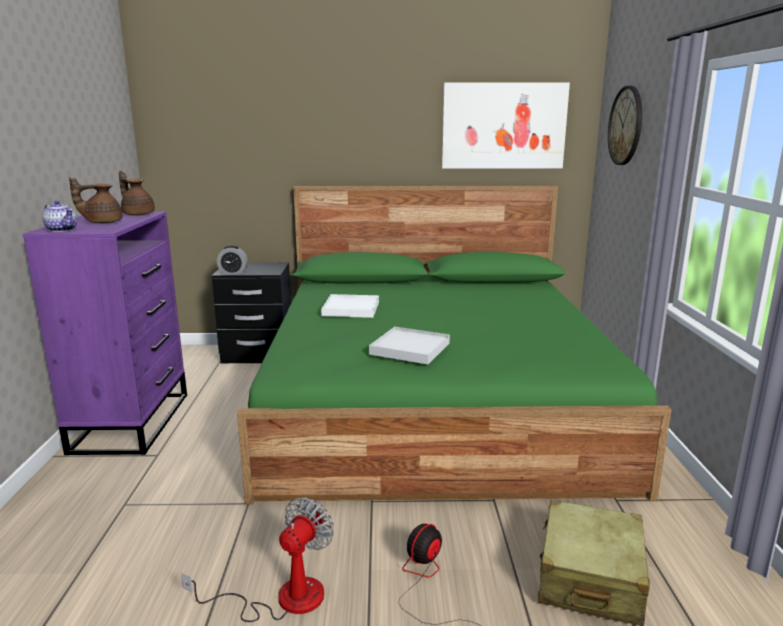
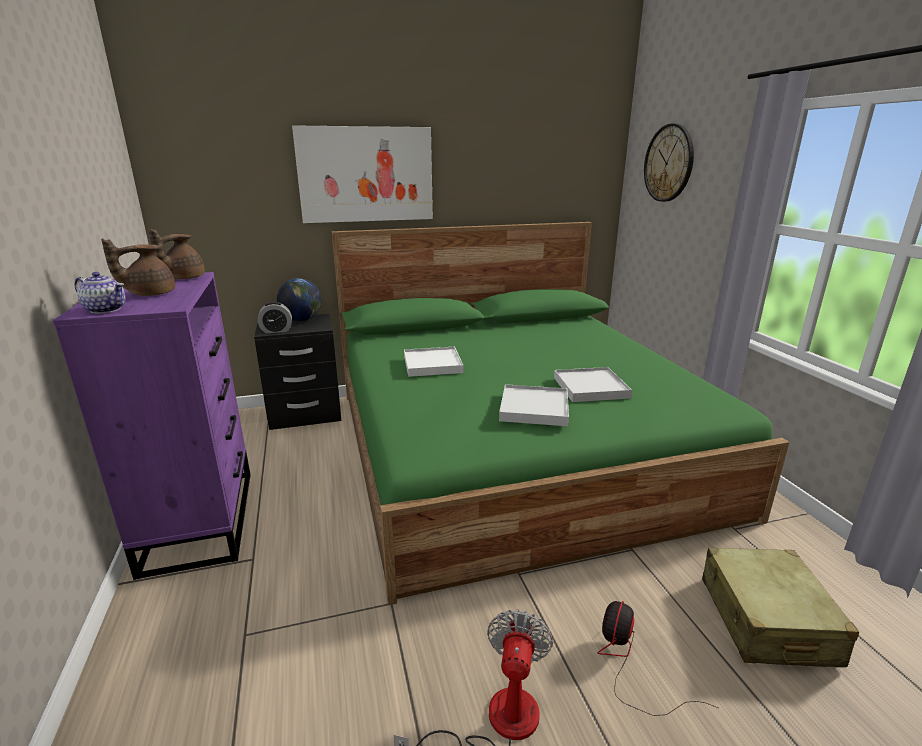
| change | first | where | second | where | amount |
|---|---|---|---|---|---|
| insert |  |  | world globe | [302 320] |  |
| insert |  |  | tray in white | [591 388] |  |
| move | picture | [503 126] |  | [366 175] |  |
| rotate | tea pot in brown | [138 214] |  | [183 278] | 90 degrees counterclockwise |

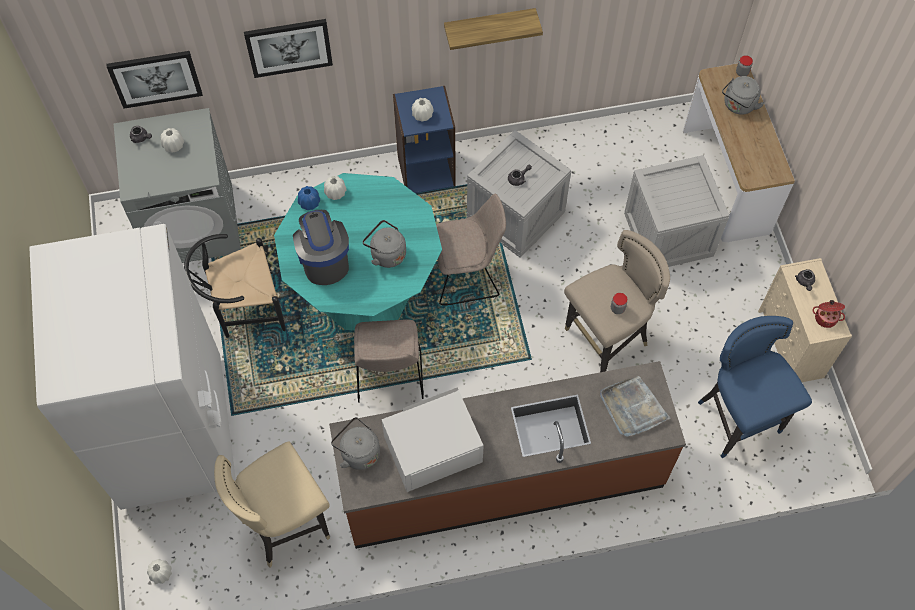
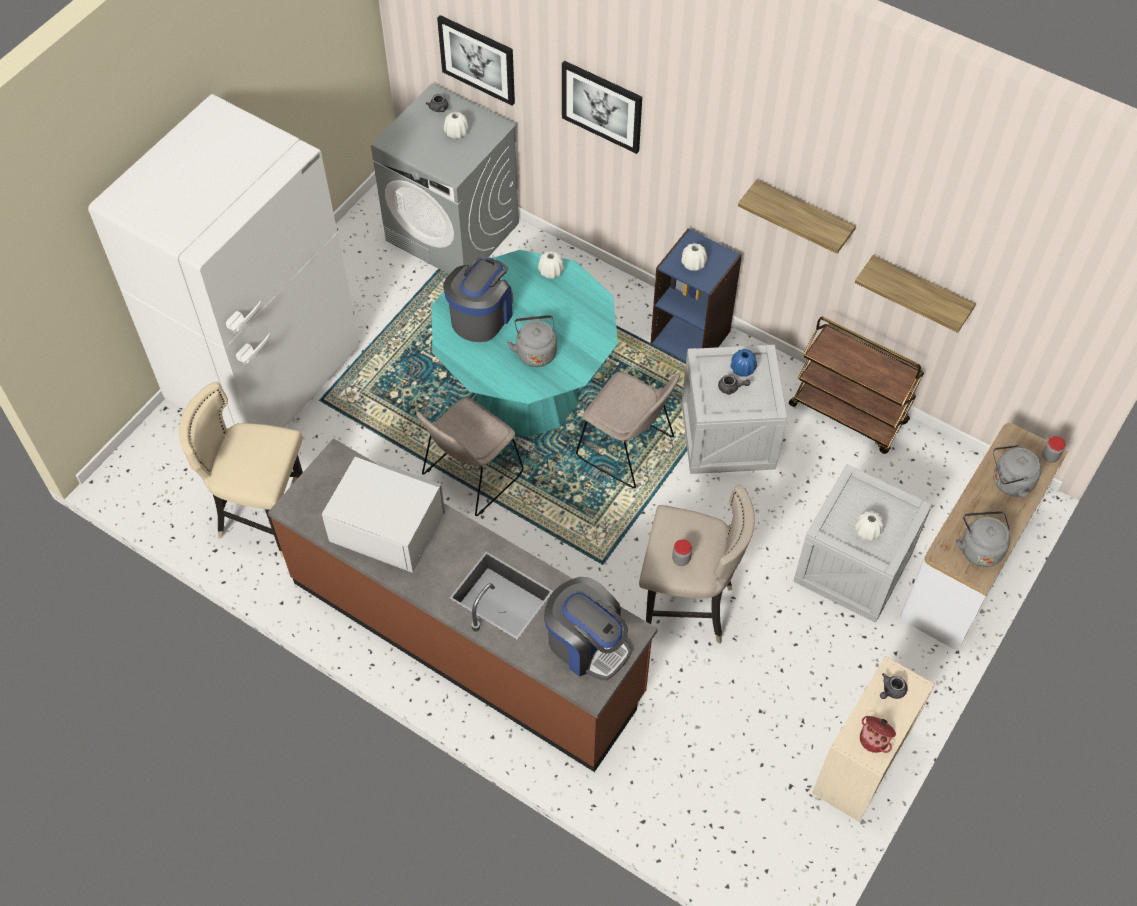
| change | first | where | second | where | amount |
|---|---|---|---|---|---|
| delete | plain chair in black-coloured | [243 310] |  |  |  |
| delete | stool seat in bluish | [737 420] |  |  |  |
| insert |  |  | trolley in brown | [849 414] |  |
| insert |  |  | bracket shelf | [919 291] |  |
| move | flower vase in white | [161 573] |  | [867 531] |  |
| move | flower vase in bluish | [309 203] |  | [742 369] |  |
| move | kettle in greyish | [358 452] |  | [979 548] |  |
| replace | tray in greyish | [632 408] | coffee machine | [586 644] |  |

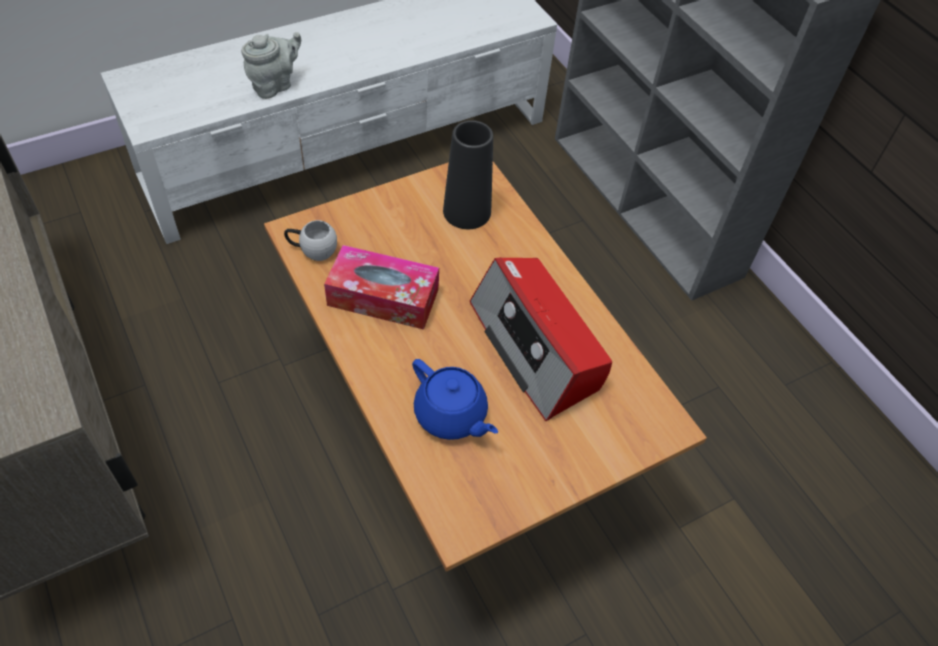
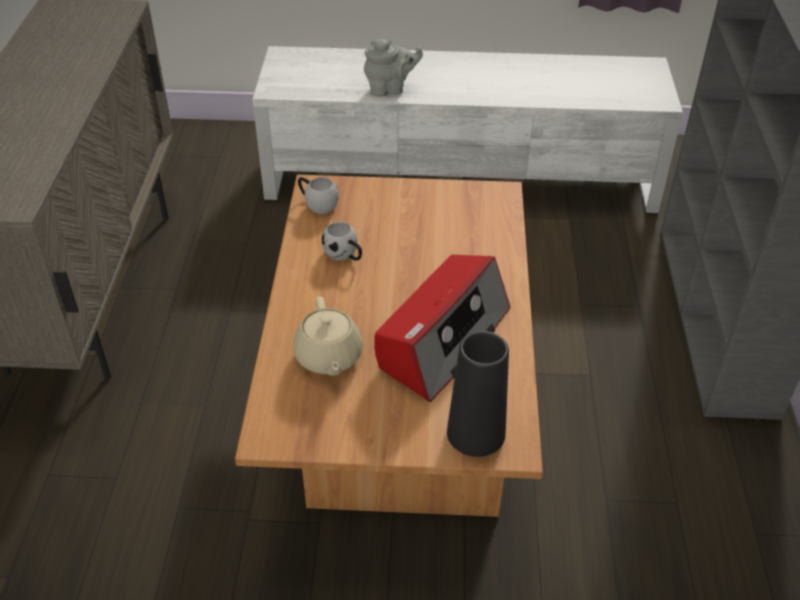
| change | first | where | second | where | amount |
|---|---|---|---|---|---|
| move | flower vase in black-coloured | [467 211] |  | [476 433] |  |
| replace | tissue holder | [383 297] | coffee mug in white | [344 255] |  |
| recolor | tea pot in bluish | [451 415] | tea pot in sand-coloured | [328 357] |  |
| rotate | radio set | [536 347] |  | [442 339] | 150 degrees counterclockwise |

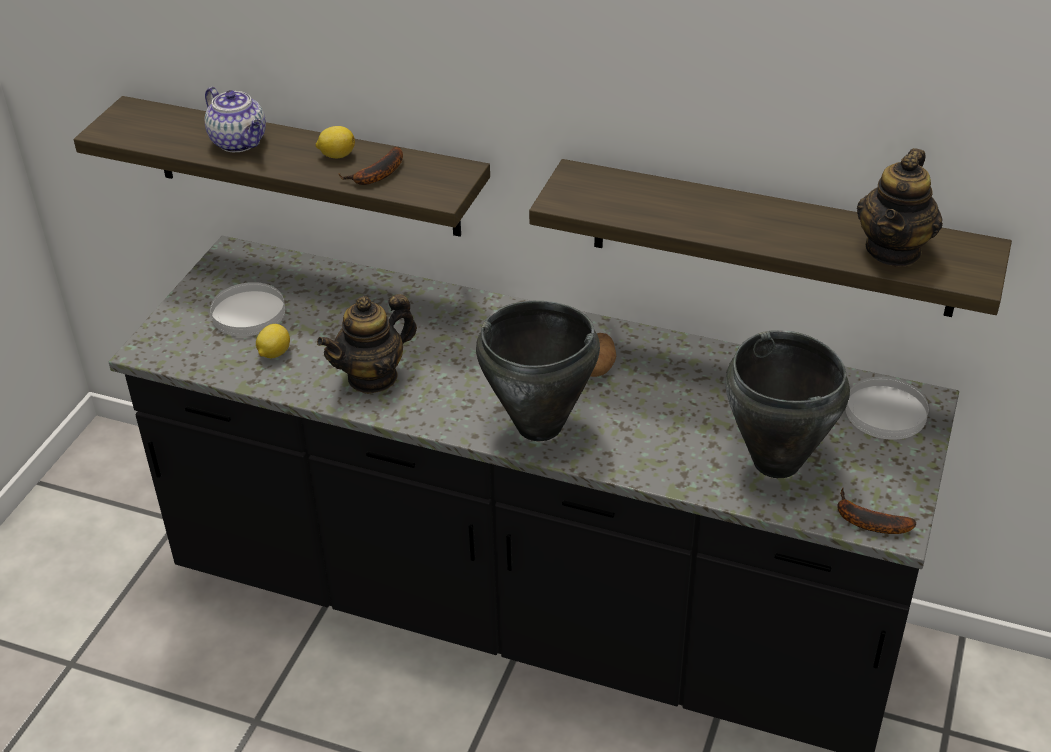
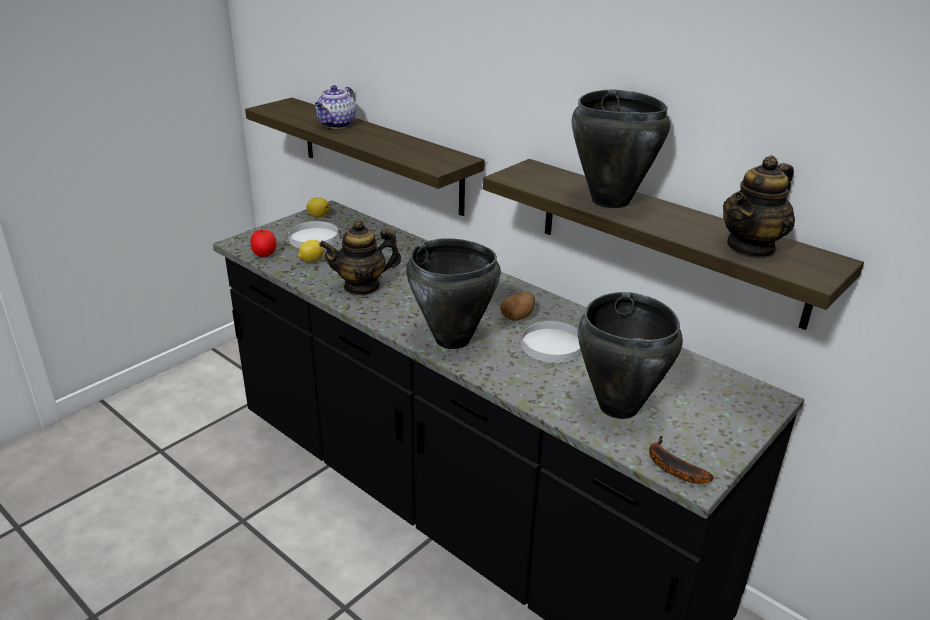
| change | first | where | second | where | amount |
|---|---|---|---|---|---|
| delete | whole banana | [377 175] |  |  |  |
| insert |  |  | fresh tomato | [265 255] |  |
| insert |  |  | cooking pot in black-coloured | [609 201] |  |
| move | citrus fruit | [336 155] |  | [318 216] |  |
| move | dinner plate in white | [886 412] |  | [552 345] |  |
| rotate | tea pot | [240 142] |  | [336 125] | 45 degrees clockwise |

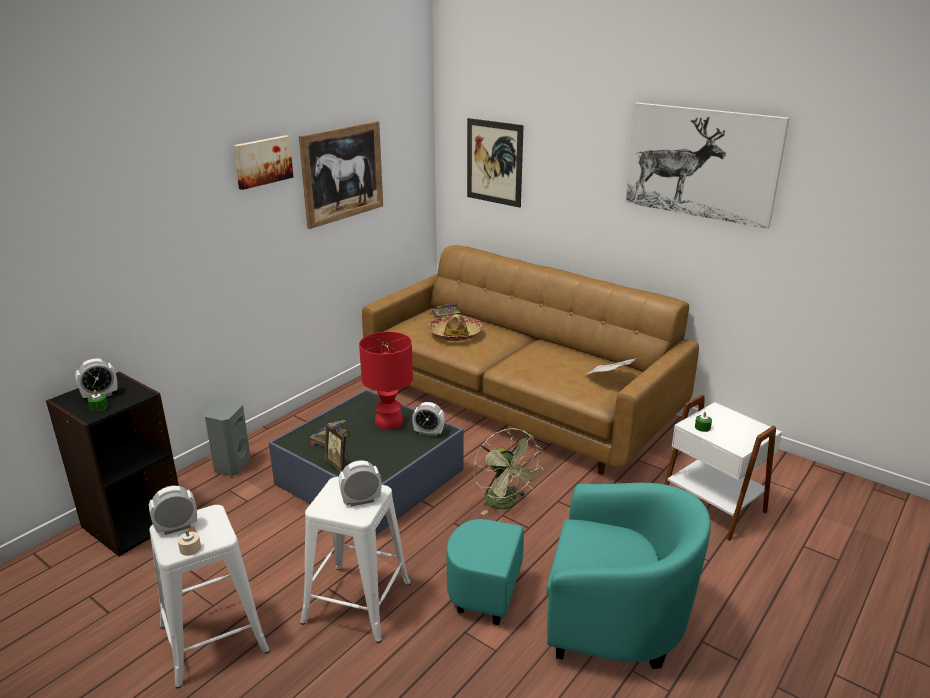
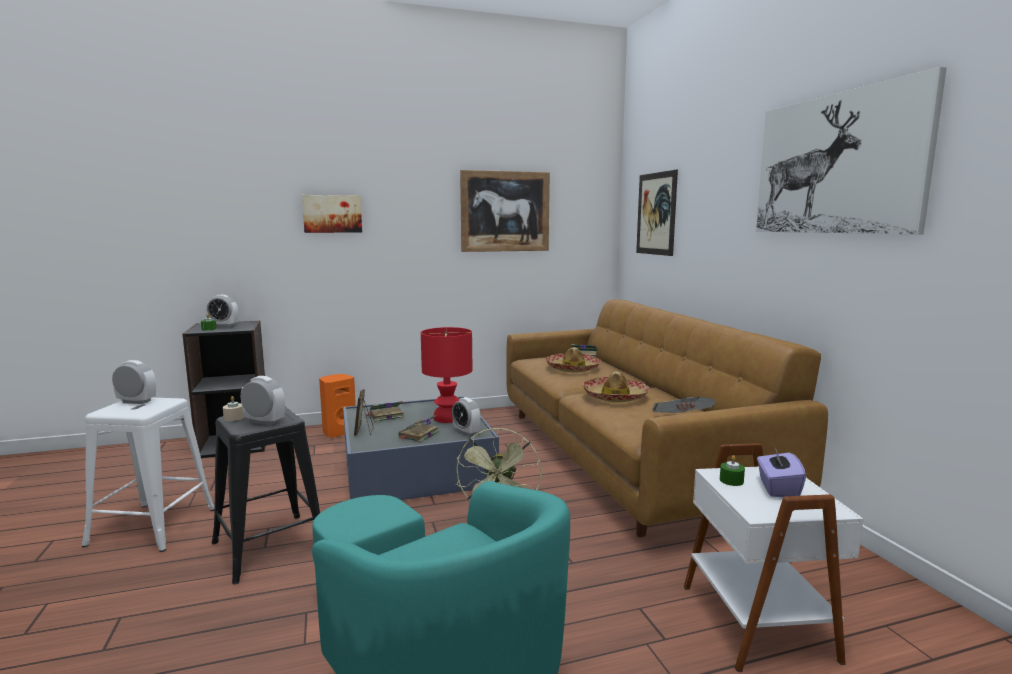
| change | first | where | second | where | amount |
|---|---|---|---|---|---|
| insert |  |  | book | [418 435] |  |
| insert |  |  | wearable hat | [615 397] |  |
| insert |  |  | tissue holder in purple-coloured | [777 488] |  |
| move | wax light in sand-coloured | [190 548] |  | [234 418] |  |
| move | picture | [262 161] |  | [332 214] |  |
| recolor | speaker in greyish | [231 465] | speaker in orange | [338 432] |  |
| recolor | stool seat in white | [357 602] | stool seat in black-coloured | [270 546] |  |

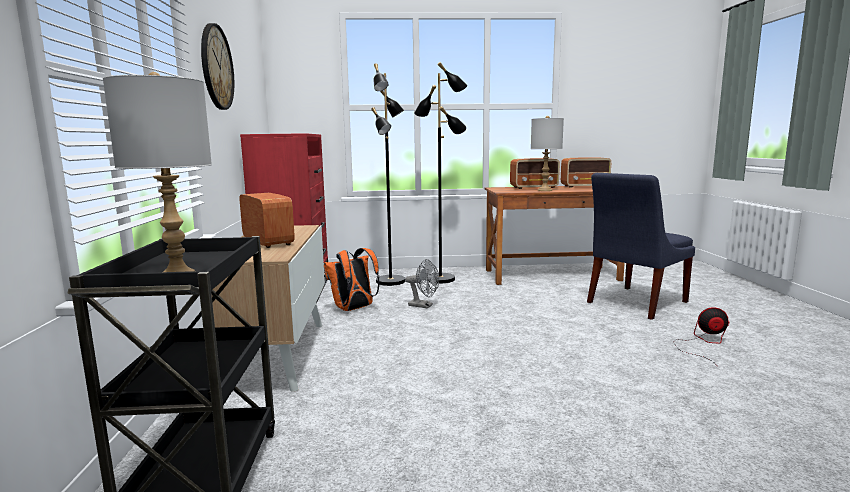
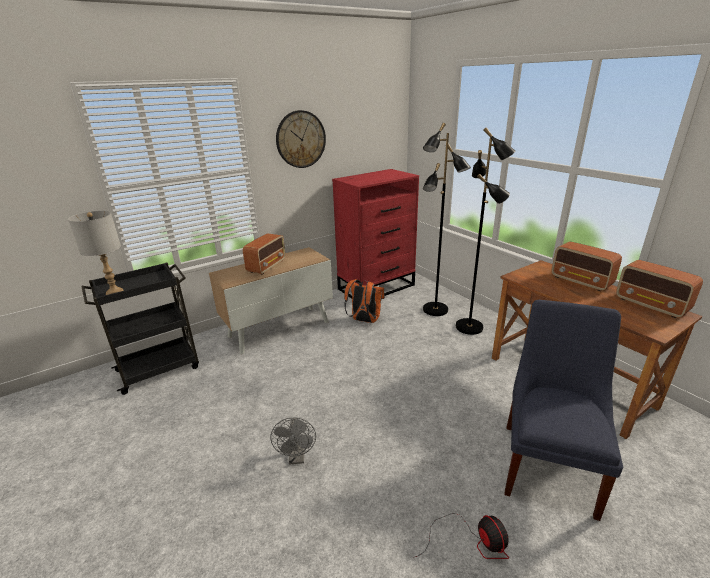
| change | first | where | second | where | amount |
|---|---|---|---|---|---|
| delete | tabletop lamp in greyish | [544 190] |  |  |  |
| move | fan in greyish | [424 306] |  | [297 457] |  |
| rotate | plain chair in bluish | [634 303] |  | [548 463] | 90 degrees clockwise |

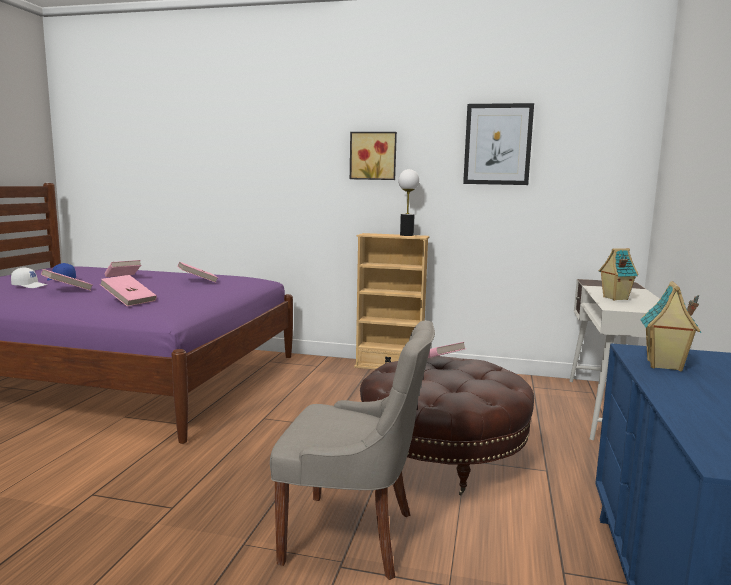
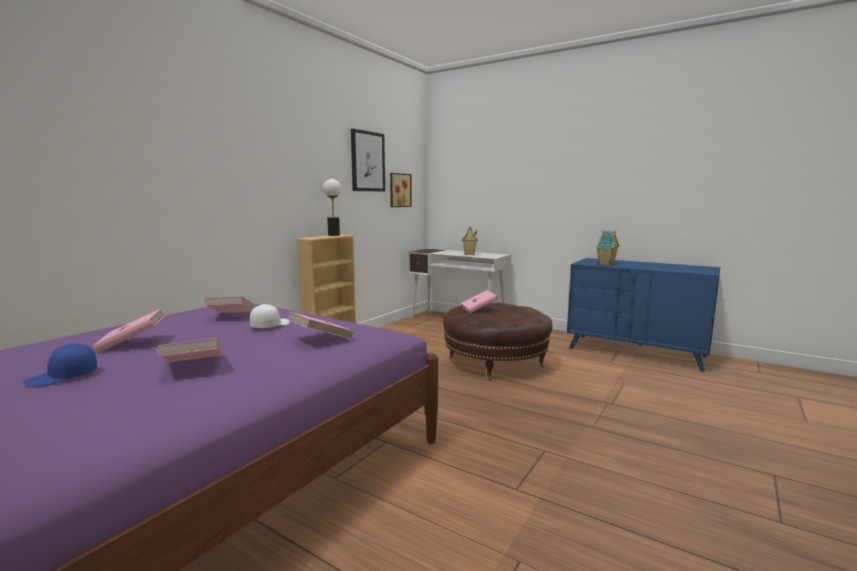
| change | first | where | second | where | amount |
|---|---|---|---|---|---|
| delete | plain chair in greyish | [352 536] |  |  |  |
| move | baseball cap in white | [30 286] |  | [270 325] |  |
| move | picture | [373 156] |  | [399 190] |  |

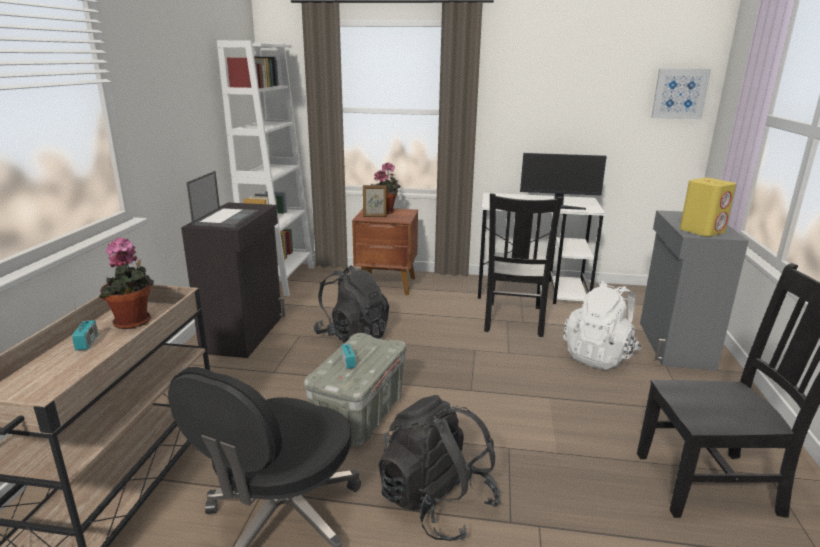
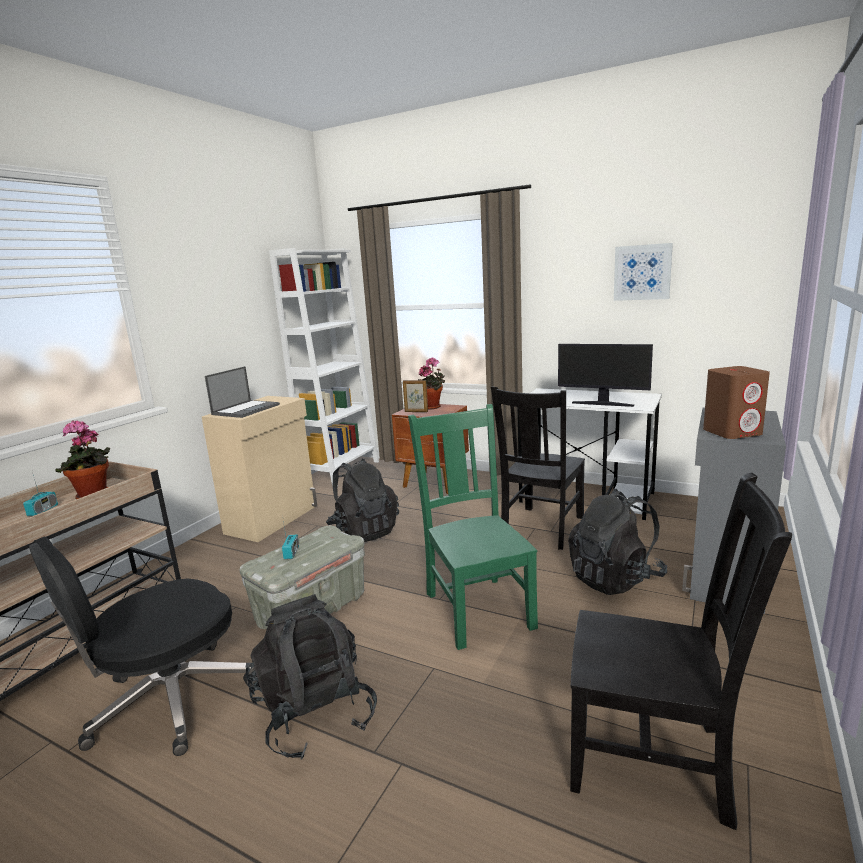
| change | first | where | second | where | amount |
|---|---|---|---|---|---|
| insert |  |  | plain chair in greenish | [477 608] |  |
| move | picture | [679 93] |  | [642 272] |  |
| recolor | storage cabinet in black-coloured | [245 334] | storage cabinet in sand-coloured | [273 519] |  |
| recolor | rucksack in white | [599 356] | rucksack in black-coloured | [615 579] |  |
| recolor | speaker in yellowish | [702 231] | speaker in brown | [732 432] |  |

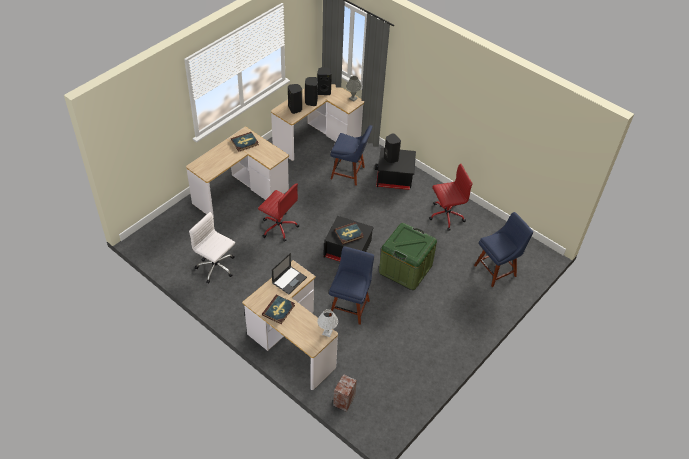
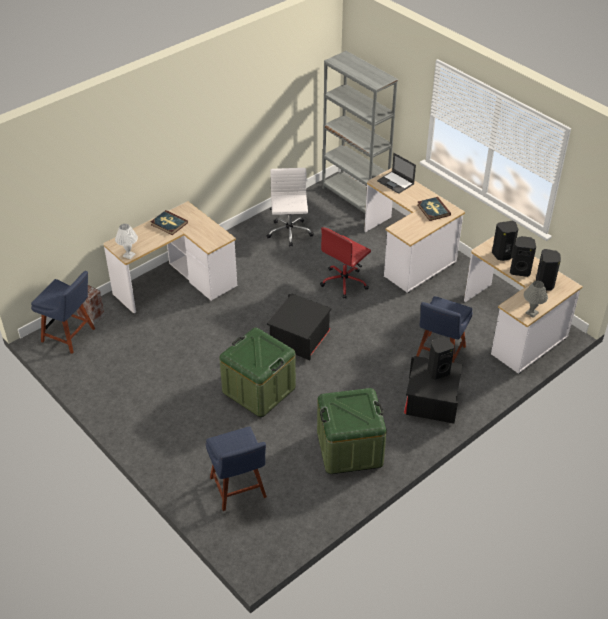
| change | first | where | second | where | amount |
|---|---|---|---|---|---|
| delete | book | [349 234] |  |  |  |
| insert |  |  | bookshelf in greyish | [355 197] |  |
| move | portable computer | [289 280] |  | [396 182] |  |
| move | plain chair in bluish | [350 306] |  | [70 336] |  |
| replace | office chair in red-coloured | [445 216] | storage container in greenish | [349 449] |  |
| rotate | office chair in white | [216 268] |  | [289 233] | 45 degrees counterclockwise |

